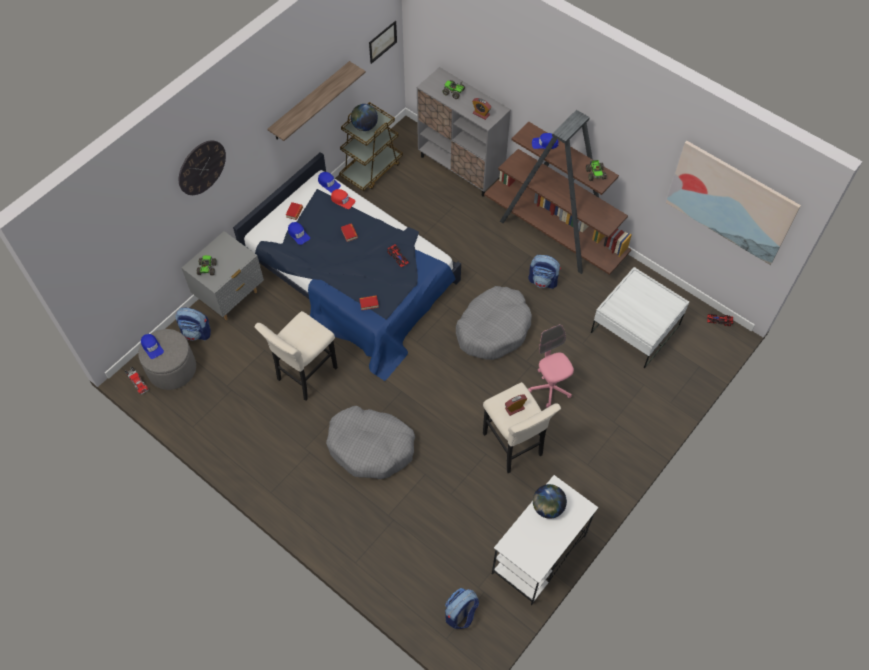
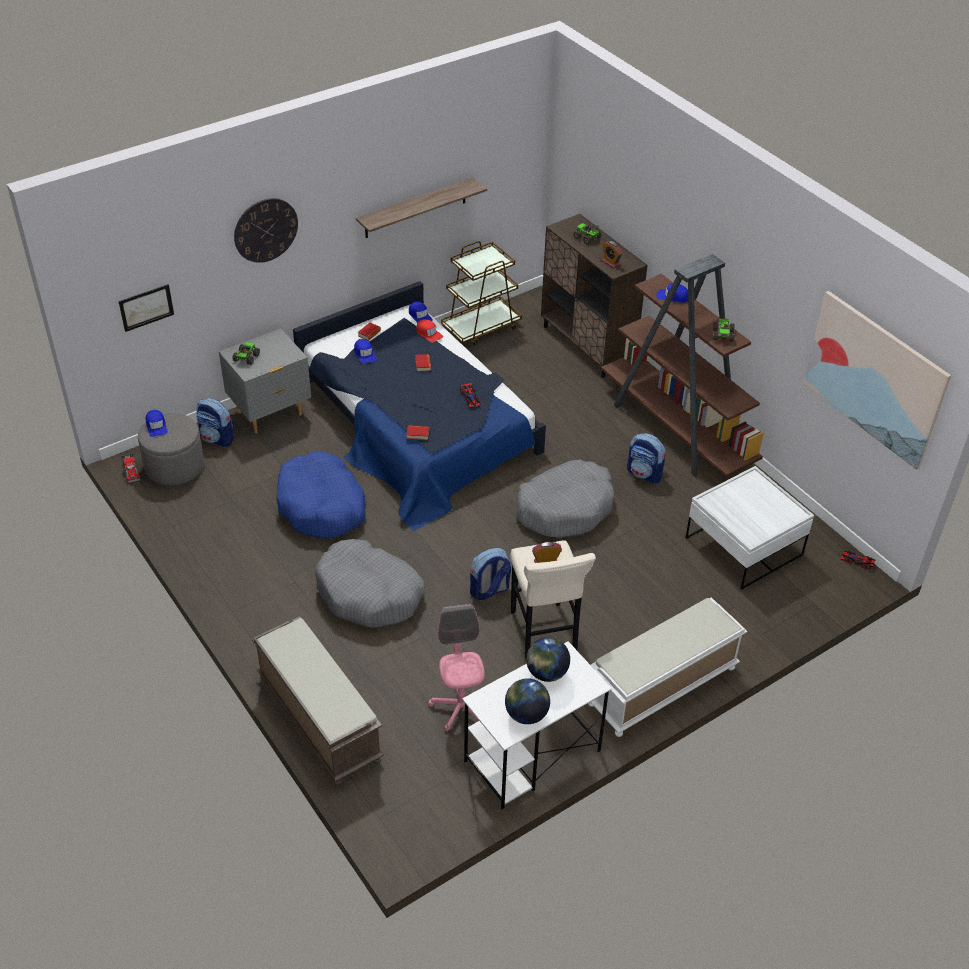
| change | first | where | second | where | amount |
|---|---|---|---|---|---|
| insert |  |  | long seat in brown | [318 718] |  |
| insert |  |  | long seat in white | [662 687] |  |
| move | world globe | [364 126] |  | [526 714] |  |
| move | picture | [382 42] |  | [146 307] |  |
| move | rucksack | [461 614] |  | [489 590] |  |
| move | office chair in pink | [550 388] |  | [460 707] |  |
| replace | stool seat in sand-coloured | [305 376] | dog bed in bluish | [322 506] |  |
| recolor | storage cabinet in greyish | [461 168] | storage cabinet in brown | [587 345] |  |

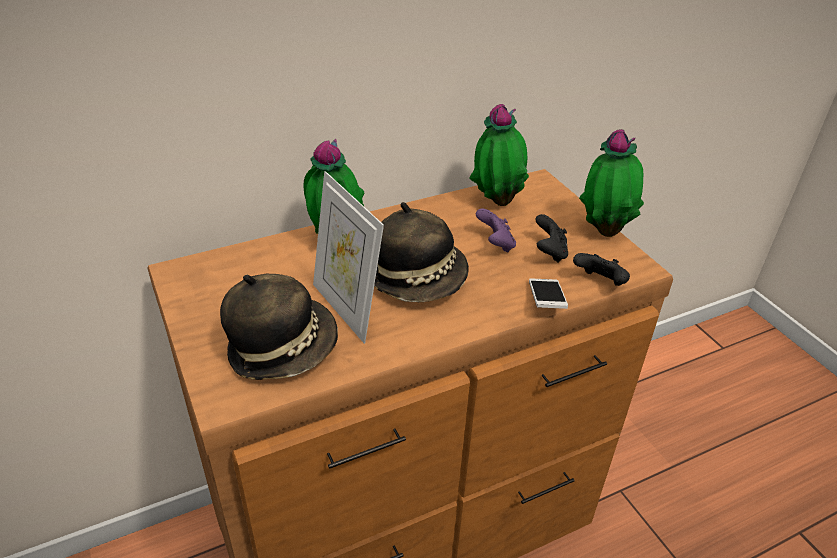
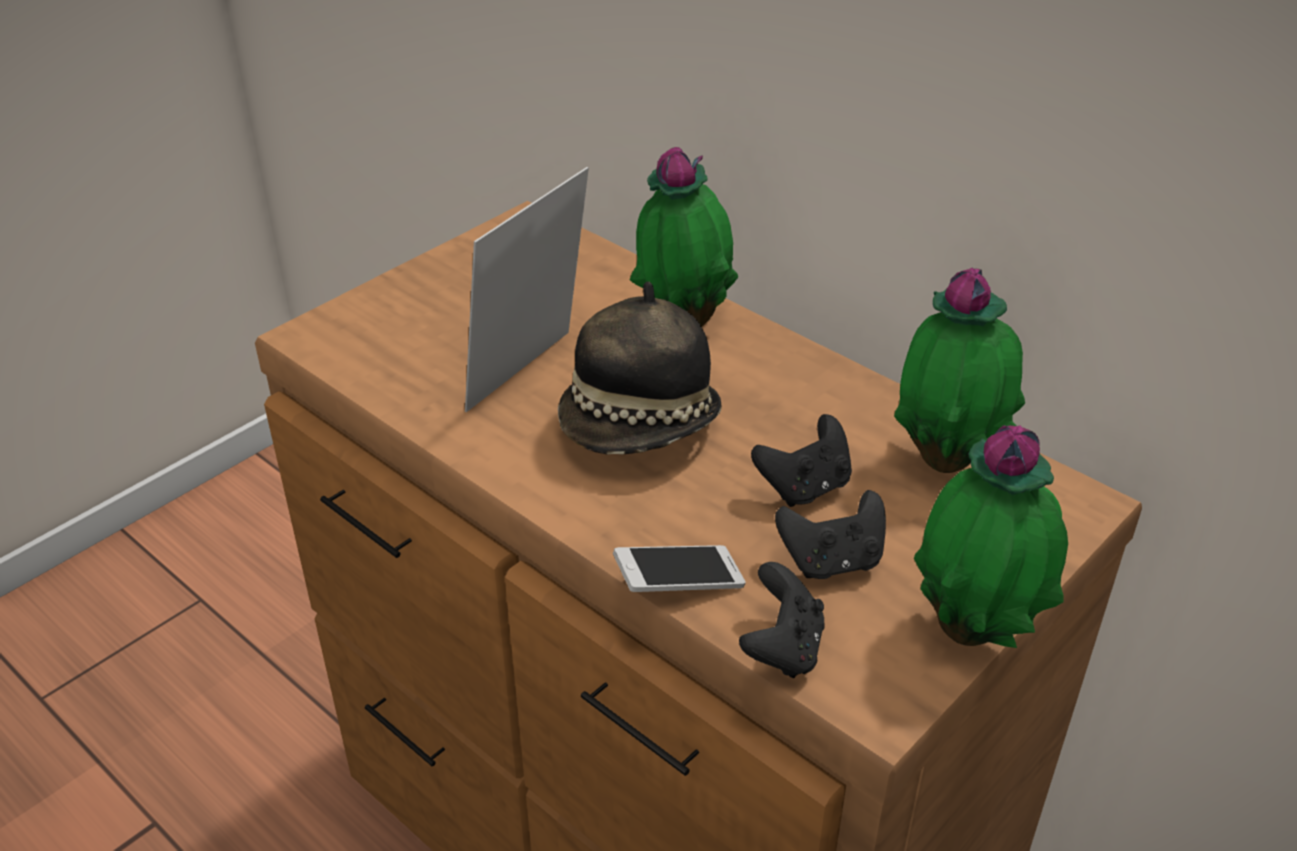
| change | first | where | second | where | amount |
|---|---|---|---|---|---|
| delete | wearable hat | [282 348] |  |  |  |
| recolor | gamepad in purple-coloured | [495 244] | gamepad in black-coloured | [804 487] |  |

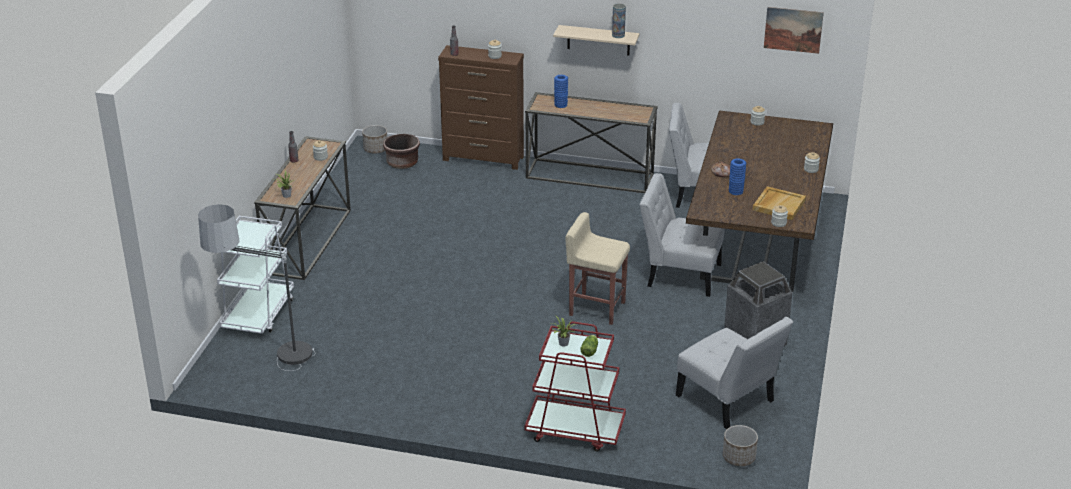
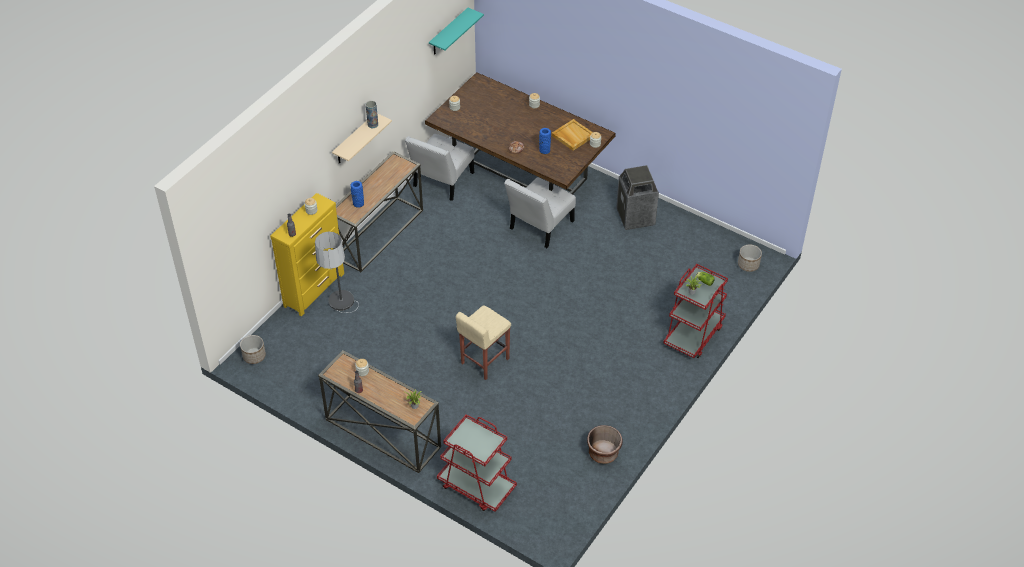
| change | first | where | second | where | amount |
|---|---|---|---|---|---|
| delete | plain chair in white | [728 401] |  |  |  |
| move | standard lamp | [267 363] |  | [342 317] |  |
| move | planter in brown | [402 163] |  | [603 453] |  |
| move | stool seat in sand-coloured | [596 308] |  | [484 361] |  |
| replace | picture | [793 30] | bracket shelf in turquoise-coloured | [448 32] |  |
| recolor | trolley in white | [258 314] | trolley in red-coloured | [476 486] |  |
| recolor | chest of drawers in brown | [484 159] | chest of drawers in yellowish | [314 289] |  |

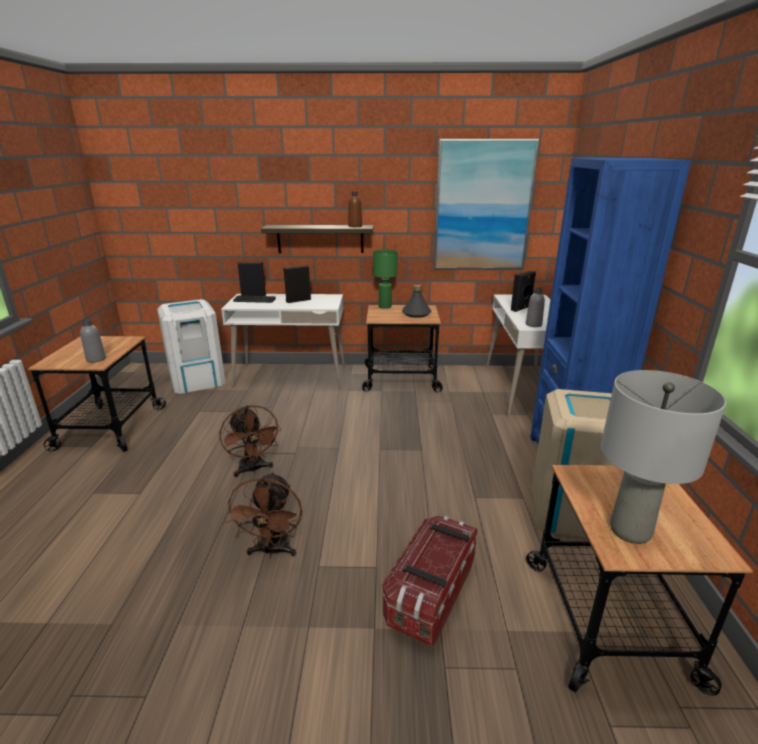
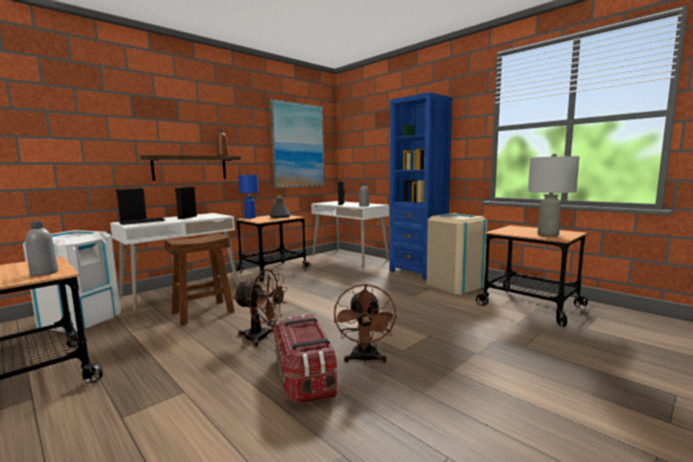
| change | first | where | second | where | amount |
|---|---|---|---|---|---|
| insert |  |  | stool seat in brown | [203 312] |  |
| move | storage container | [430 593] |  | [303 376] |  |
| recolor | tabletop lamp in greenish | [385 306] | tabletop lamp in bluish | [250 218] |  |
| rotate | fan in brown | [272 551] |  | [365 359] | 45 degrees clockwise |

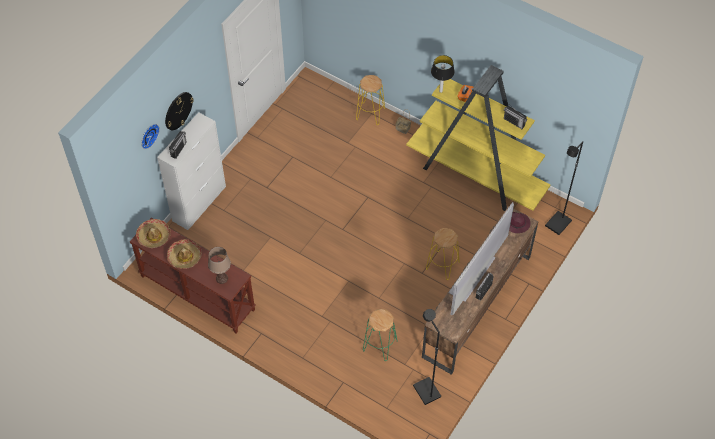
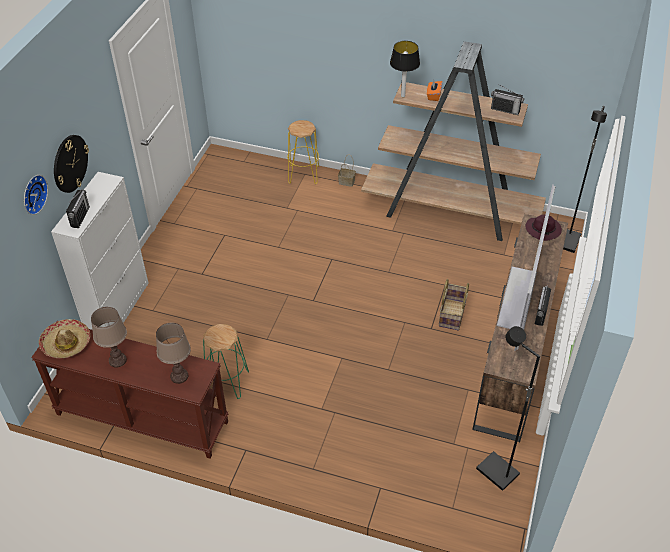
| change | first | where | second | where | amount |
|---|---|---|---|---|---|
| move | stool seat in greenish | [379 345] |  | [227 382] |  |
| replace | wearable hat | [185 257] | tabletop lamp in brown | [118 360] |  |
| replace | stool seat in yellowish | [442 266] | storage basket | [452 315] |  |
| recolor | bookshelf in yellowish | [476 176] | bookshelf in brown | [451 212] |  |

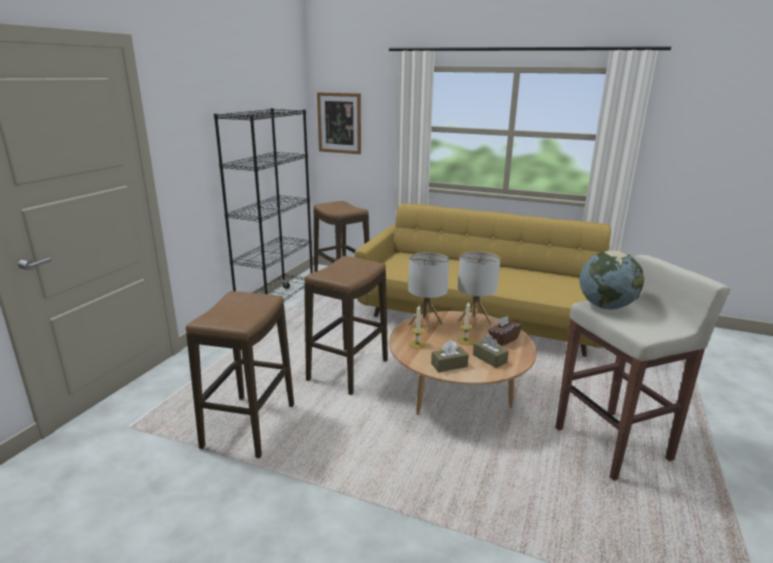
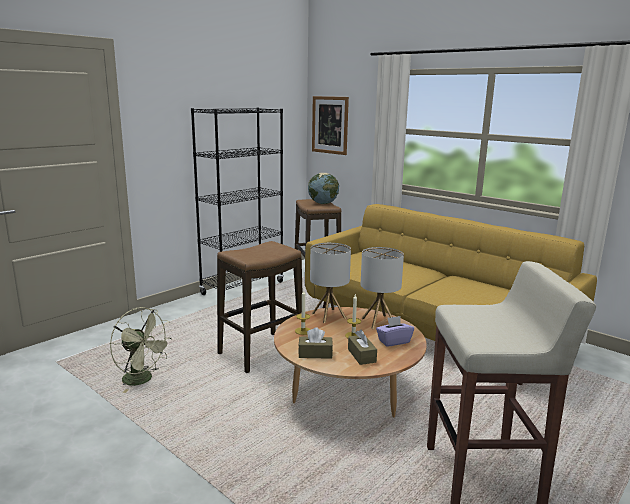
| change | first | where | second | where | amount |
|---|---|---|---|---|---|
| move | world globe | [606 306] |  | [323 203] |  |
| replace | stool seat | [249 425] | fan in greenish | [143 380] |  |
| recolor | tissue holder in brown | [503 339] | tissue holder in purple-coloured | [393 341] |  |

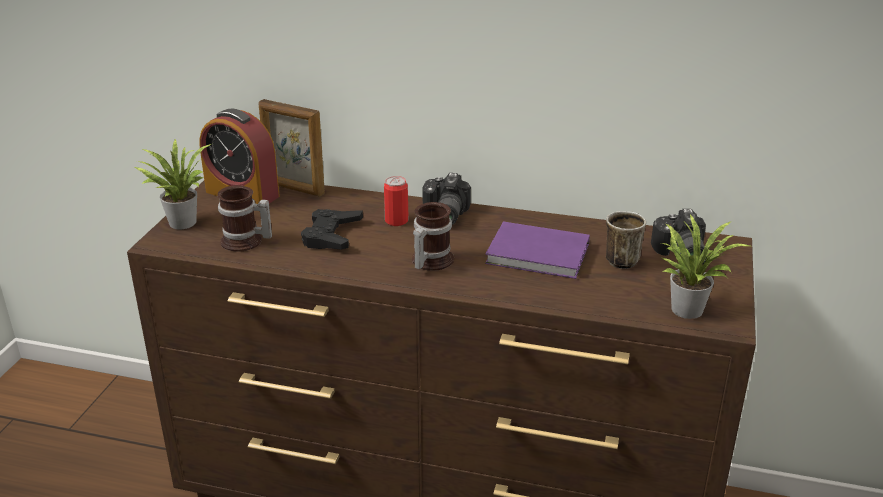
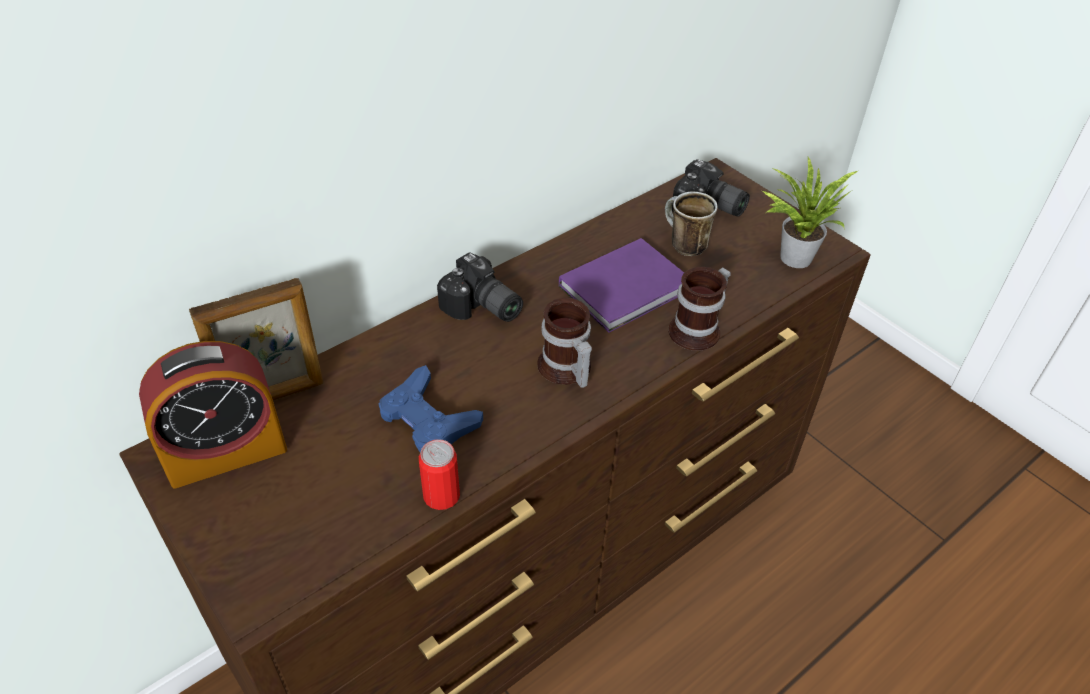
| change | first | where | second | where | amount |
|---|---|---|---|---|---|
| delete | plant in a pot | [180 221] |  |  |  |
| move | coffee mug | [245 242] |  | [699 330] |  |
| move | can | [396 221] |  | [441 495] |  |
| recolor | gamepad in black-coloured | [331 235] | gamepad in bluish | [428 419] |  |

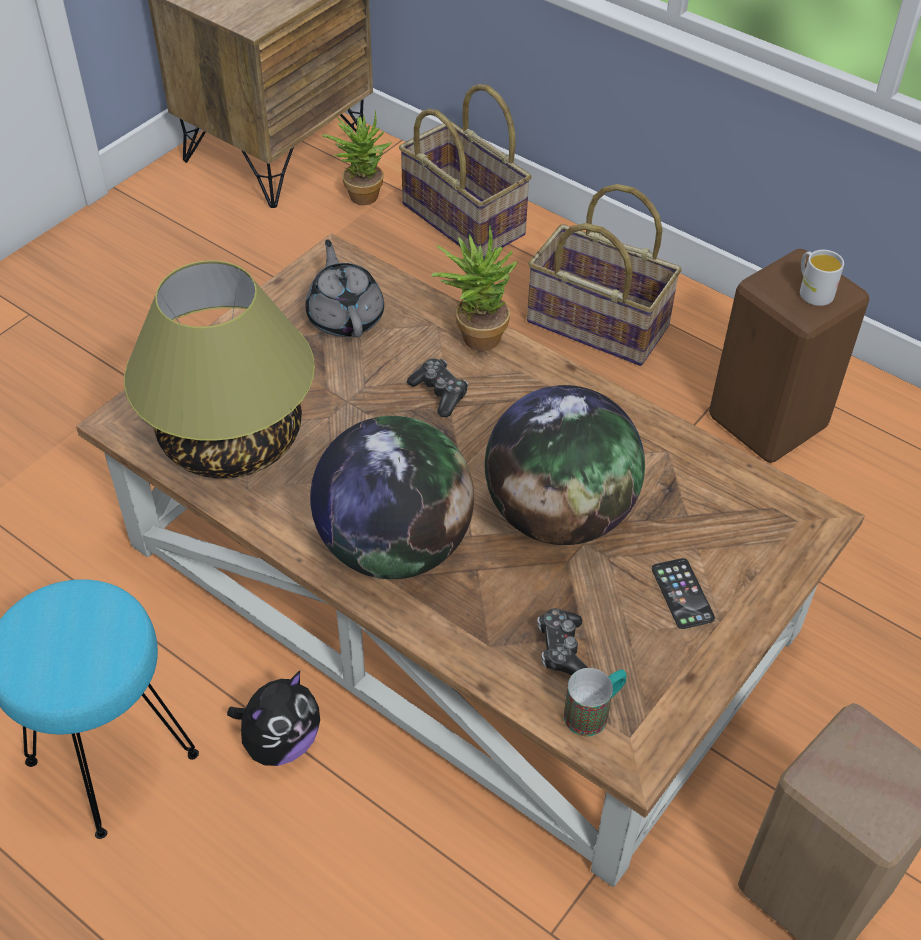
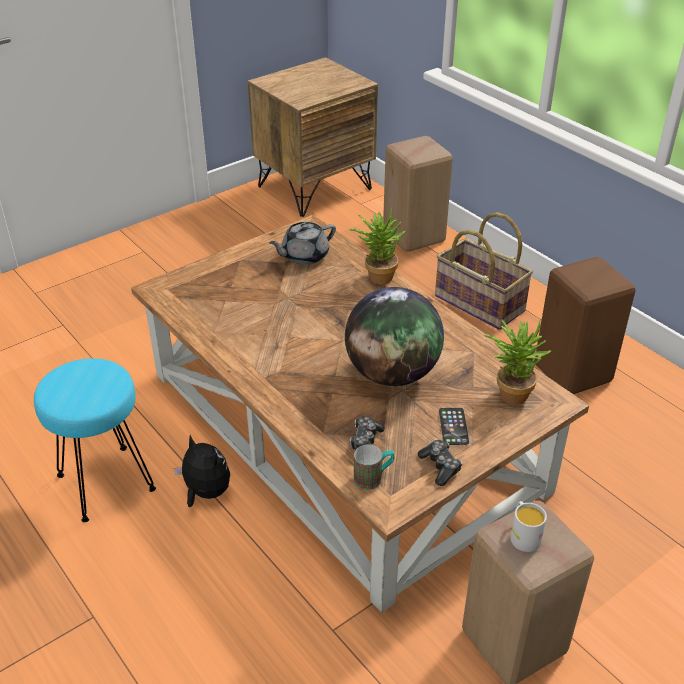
| change | first | where | second | where | amount |
|---|---|---|---|---|---|
| delete | tabletop lamp | [231 441] |  |  |  |
| delete | world globe | [394 546] |  |  |  |
| move | plant in a pot | [360 193] |  | [510 391] |  |
| move | gamepad | [439 393] |  | [440 467] |  |
| move | coffee mug in white | [812 291] |  | [523 535] |  |
| replace | storage basket | [465 219] | stool seat in sand-coloured | [415 237] |  |
| rotate | plush toy | [280 742] |  | [205 493] | 105 degrees counterclockwise |
| rotate | tea pot in greyish | [345 316] |  | [304 256] | 120 degrees counterclockwise |

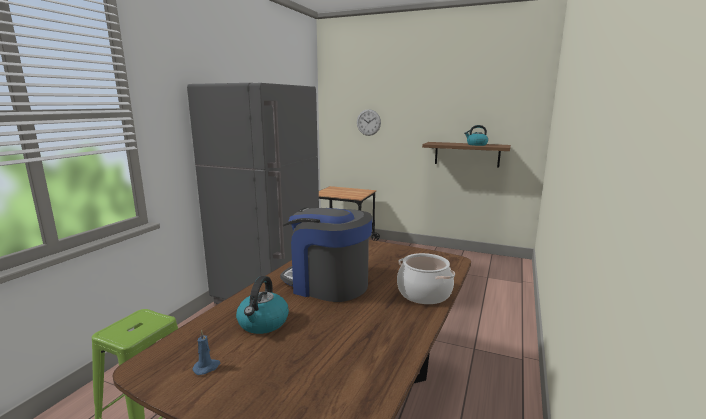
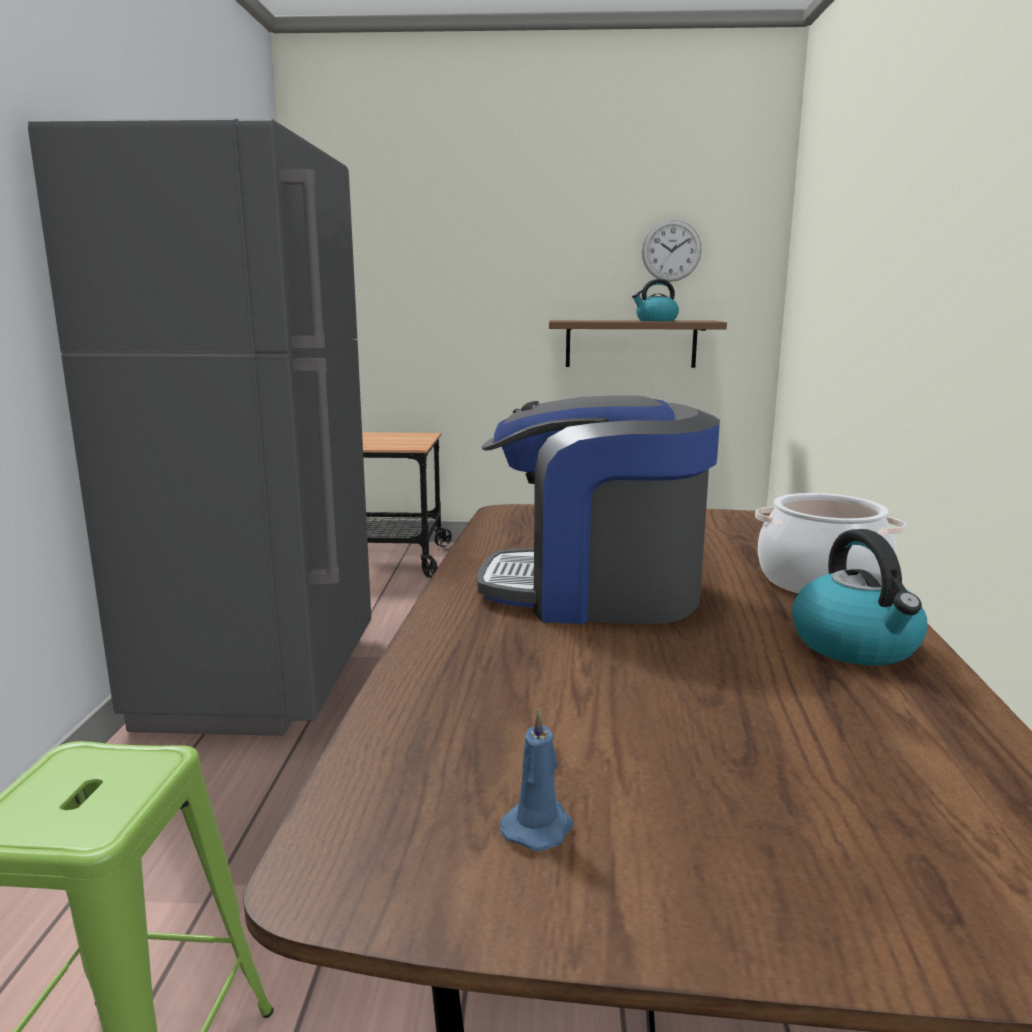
| change | first | where | second | where | amount |
|---|---|---|---|---|---|
| move | kettle | [263 323] |  | [856 646] |  |
| move | clock on the wall | [368 122] |  | [671 250] |  |

